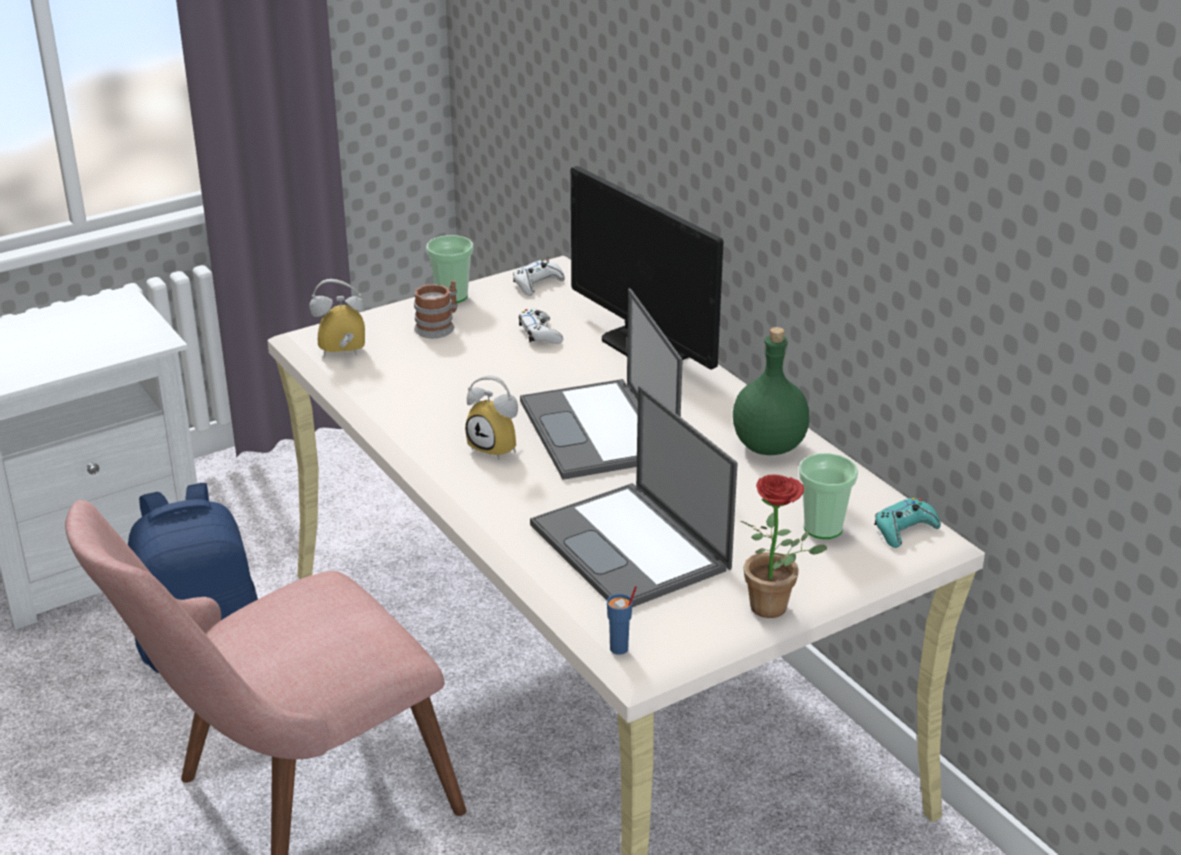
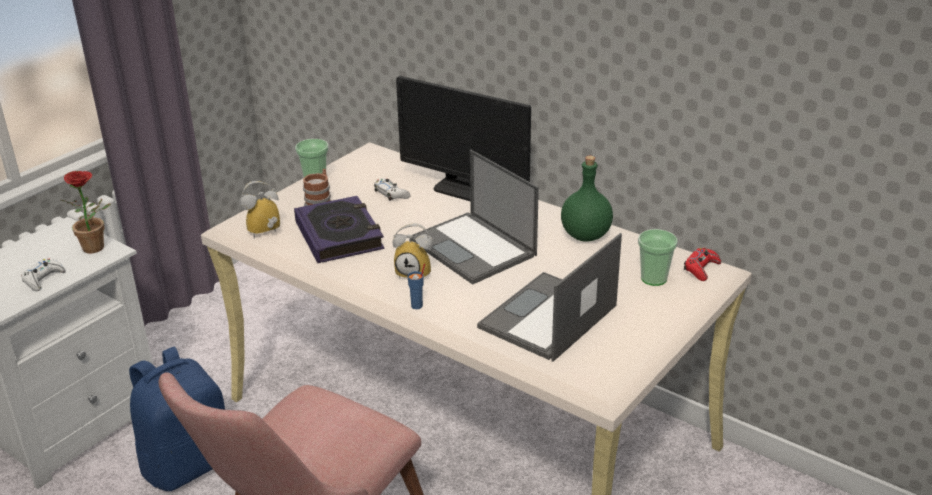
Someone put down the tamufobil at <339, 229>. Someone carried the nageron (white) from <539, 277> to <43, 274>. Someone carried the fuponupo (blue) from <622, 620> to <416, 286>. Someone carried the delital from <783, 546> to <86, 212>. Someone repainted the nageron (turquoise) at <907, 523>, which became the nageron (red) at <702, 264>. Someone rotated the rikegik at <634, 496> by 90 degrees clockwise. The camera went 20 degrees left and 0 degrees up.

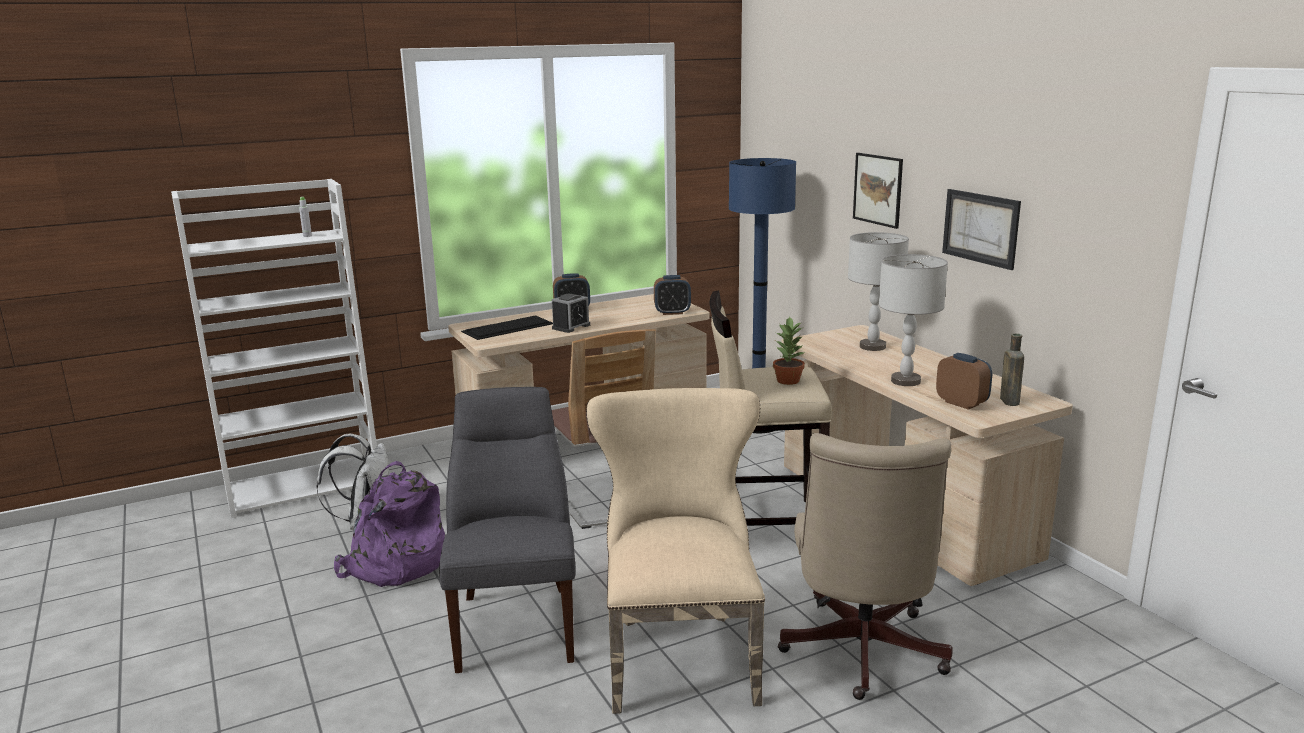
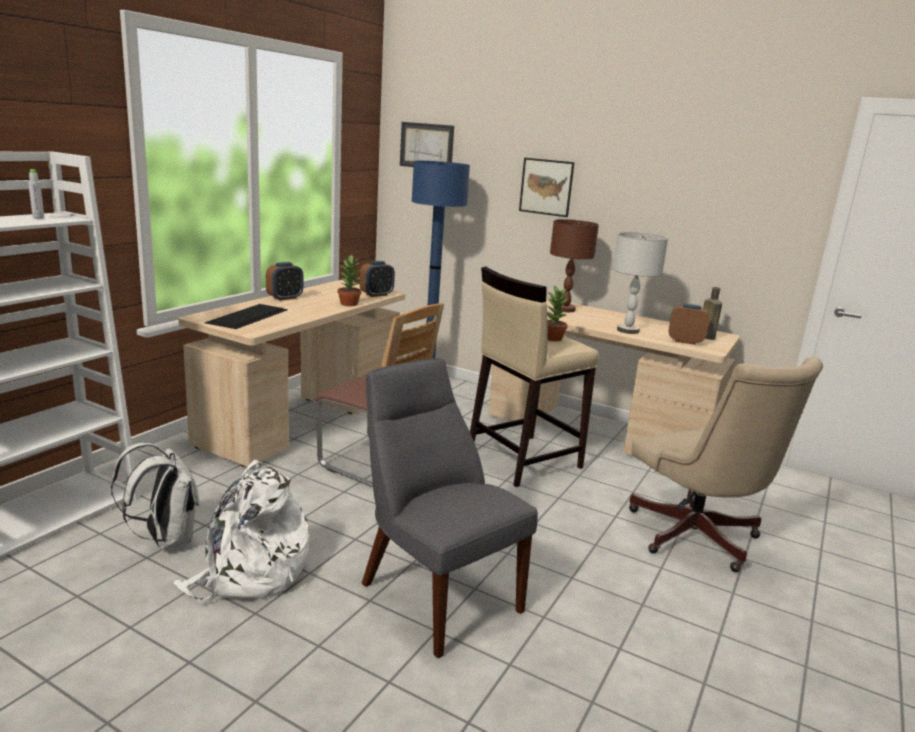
Someone took away the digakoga at <571, 313>. Someone took away the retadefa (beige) at <675, 551>. Someone put down the delital at <349, 280>. Someone carried the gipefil from <981, 229> to <427, 144>. Someone repainted the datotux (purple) at <389, 524>, which became the datotux (white) at <241, 532>. Someone repainted the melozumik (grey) at <878, 291>, which became the melozumik (brown) at <574, 265>. The camera went 35 degrees left and 0 degrees up.

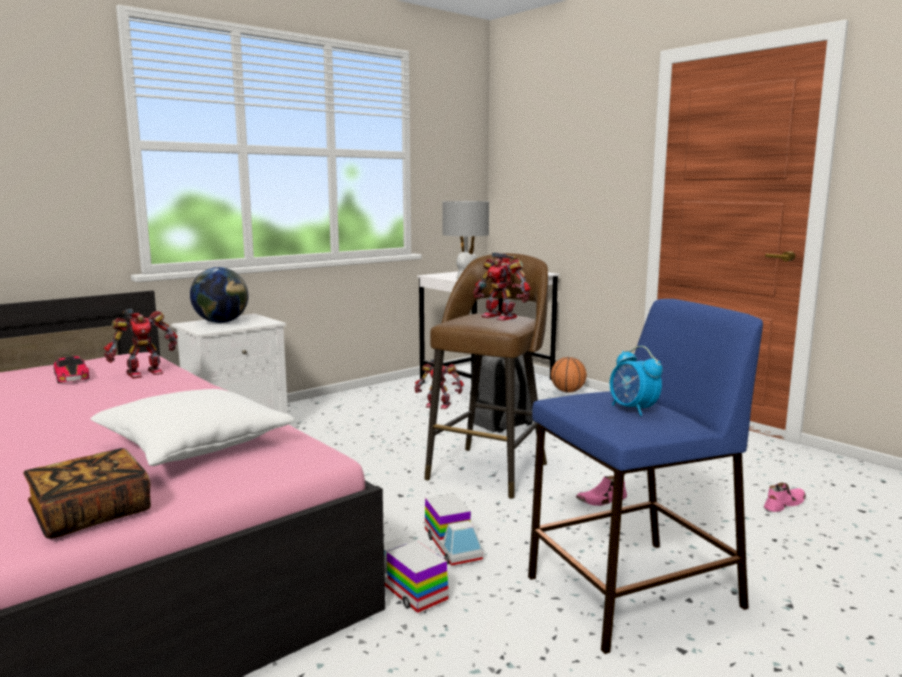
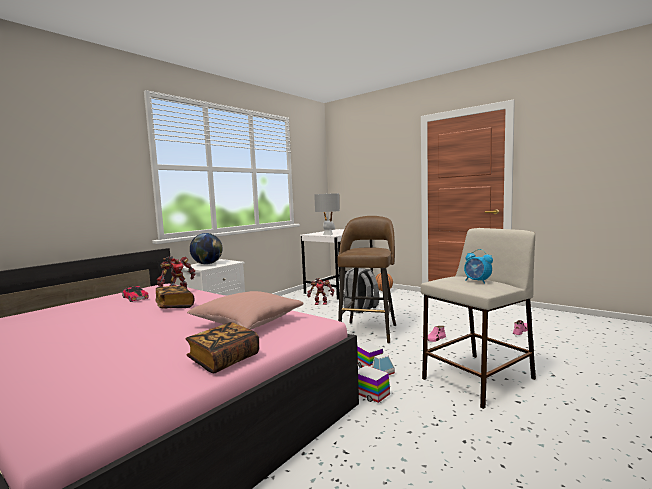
Someone took away the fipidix at <502, 286>. Someone put down the tamufobil at <174, 297>. Someone repainted the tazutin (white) at <192, 427>, which became the tazutin (pink) at <245, 310>. Someone repainted the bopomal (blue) at <645, 476>, which became the bopomal (beige) at <478, 318>. The camera went 10 degrees left and 5 degrees down.

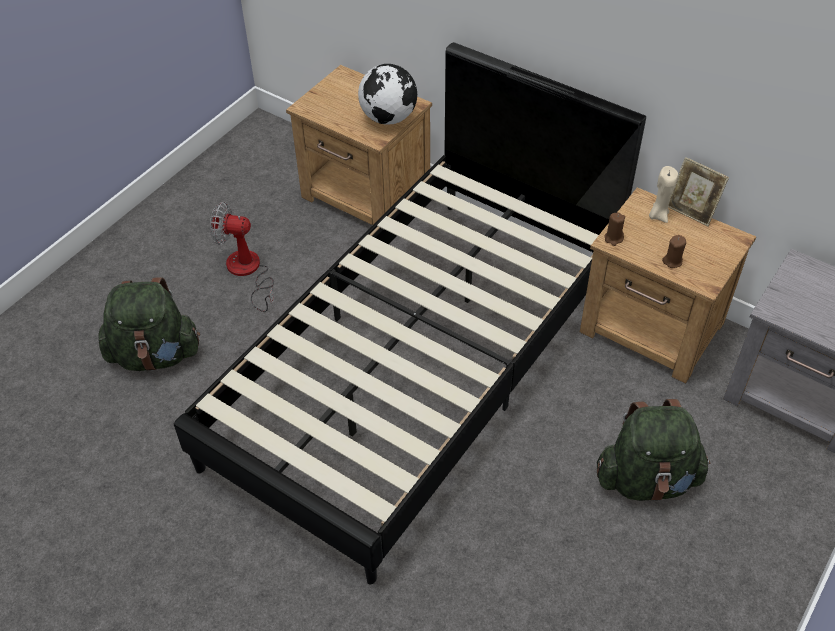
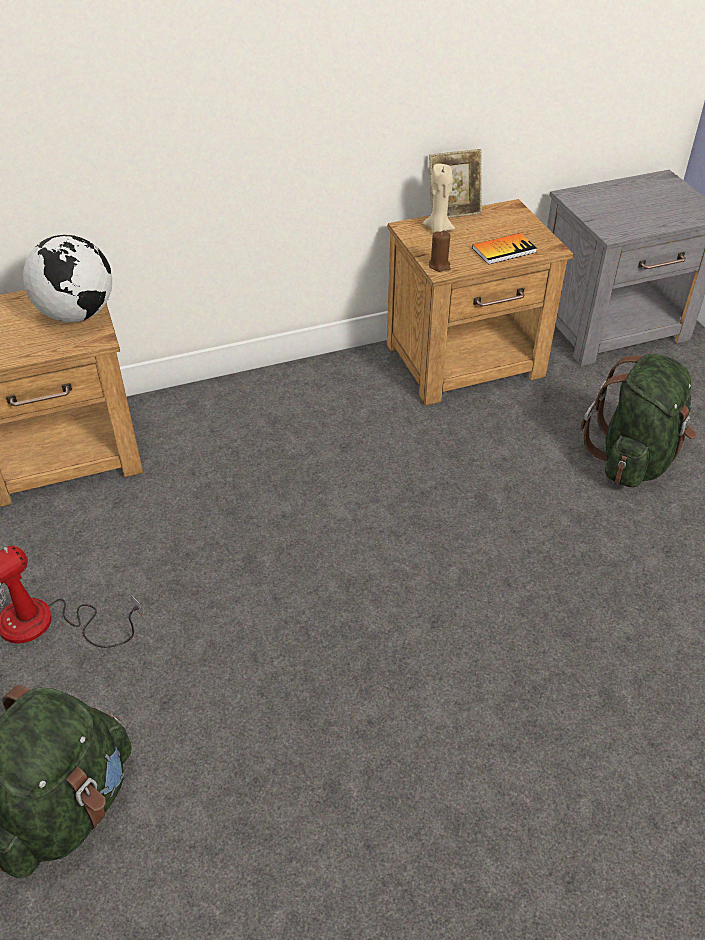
Someone took away the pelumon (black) at <410, 313>. Someone swapped the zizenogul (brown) at <674, 251> for the tamufobil at <504, 249>. The camera went 55 degrees left and 5 degrees down.

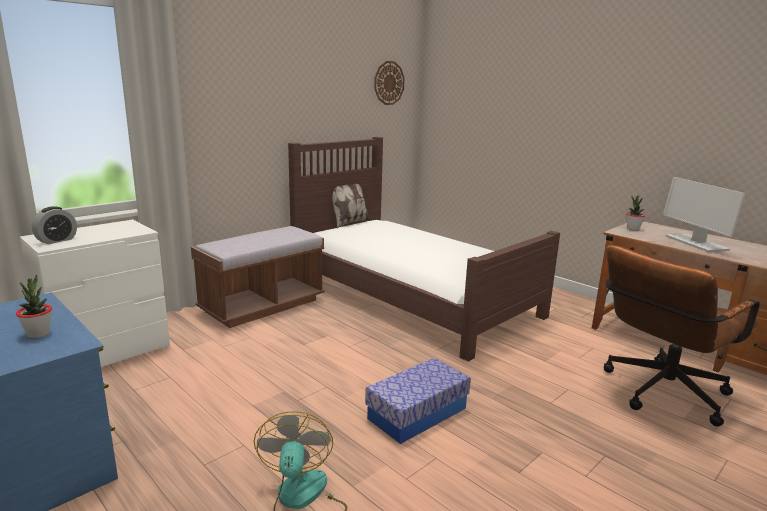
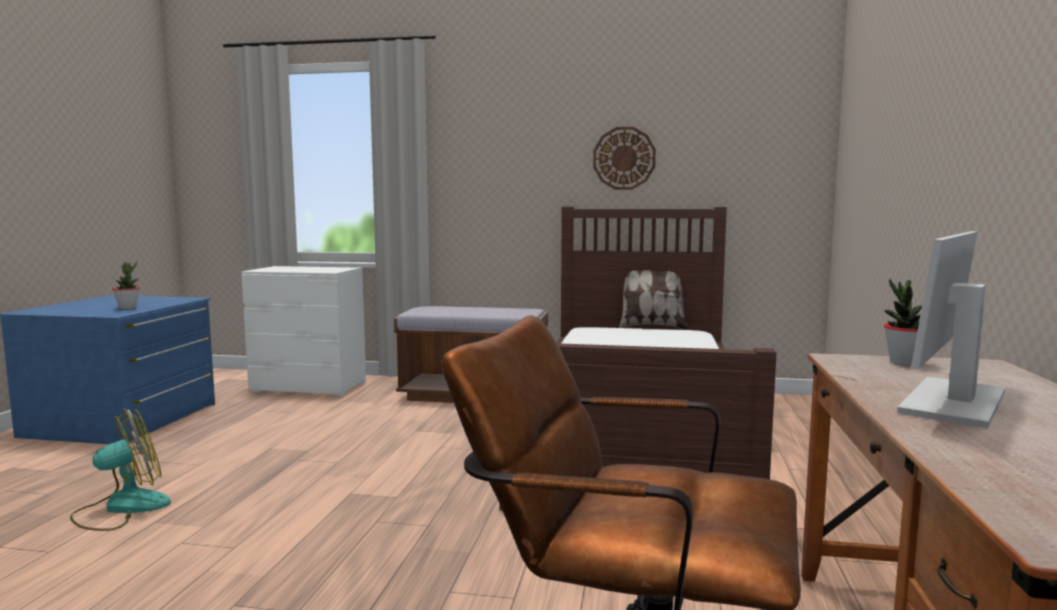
Someone took away the digakoga at <54, 225>. Someone took away the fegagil at <418, 401>. Someone carried the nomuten from <389, 83> to <624, 158>. The camera went 55 degrees right and 10 degrees down.

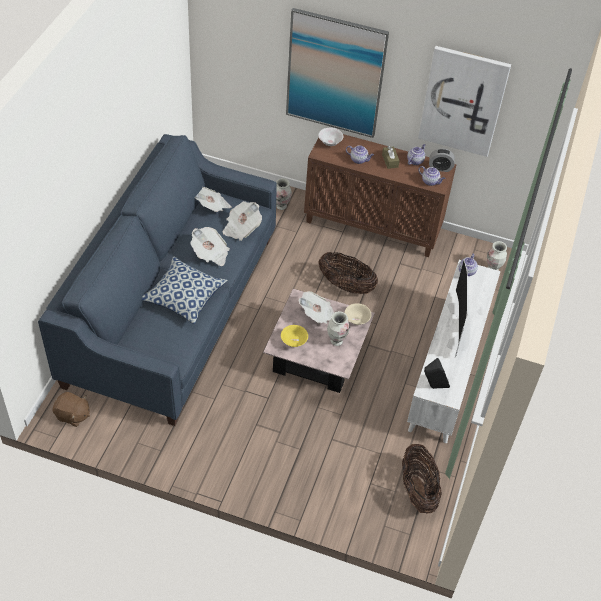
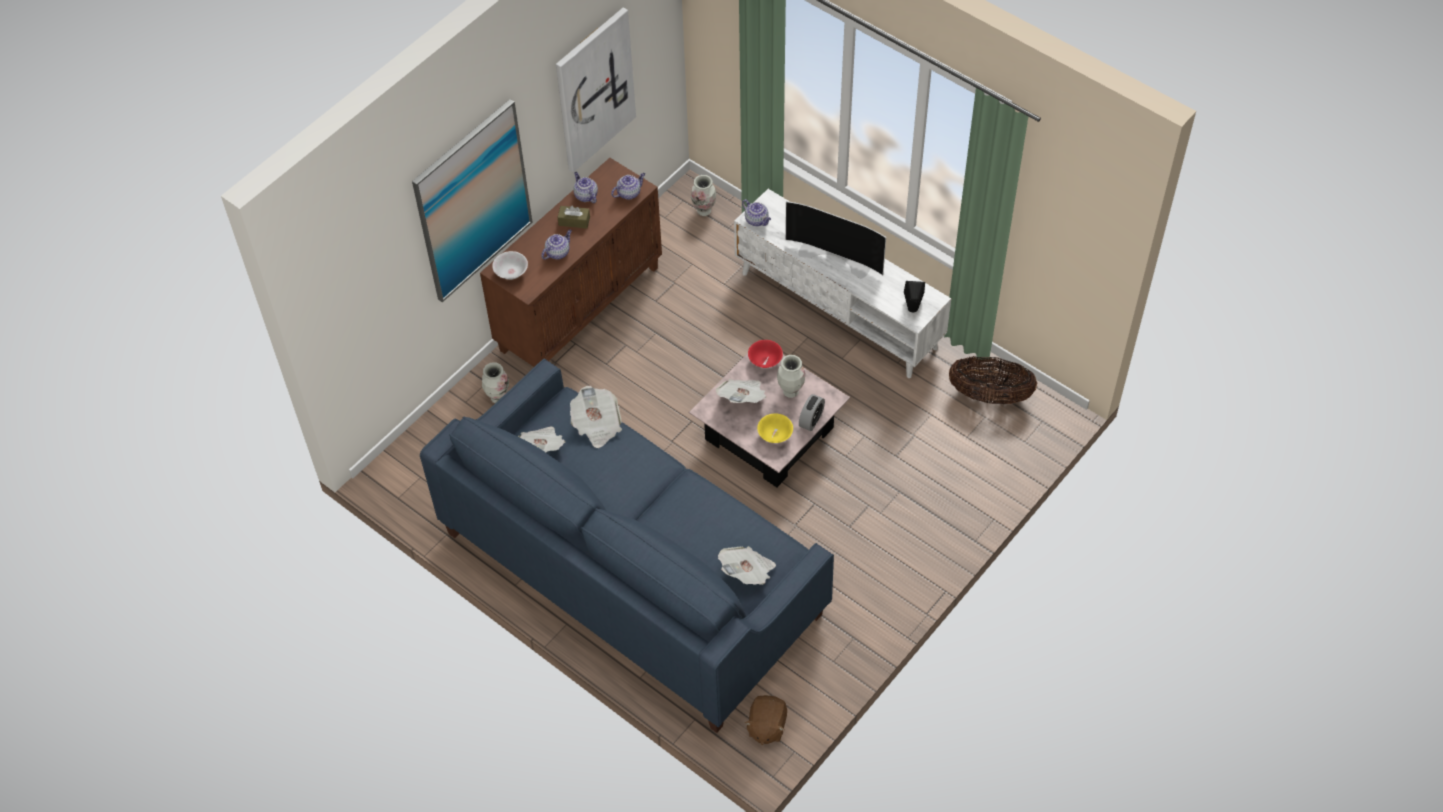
Someone took away the tazutin at <184, 290>. Someone took away the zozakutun at <348, 273>. Someone carried the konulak from <210, 246> to <747, 565>. Someone carried the digakoga from <442, 160> to <812, 412>. Someone repainted the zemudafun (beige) at <358, 314>, which became the zemudafun (red) at <765, 354>. Someone rotated the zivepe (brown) at <71, 409> by 150 degrees clockwise. The camera went 65 degrees left and 5 degrees up.

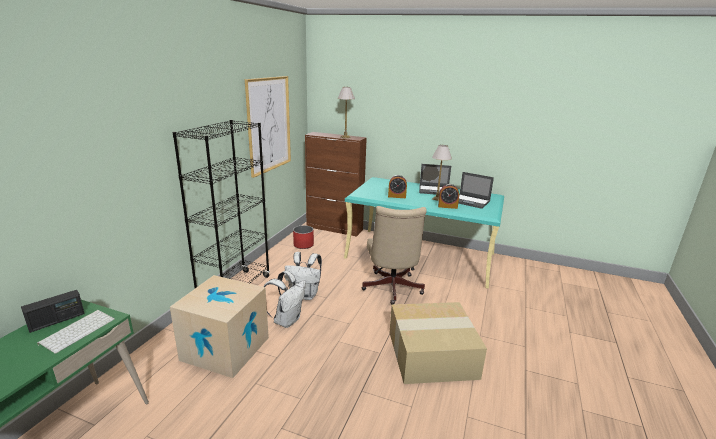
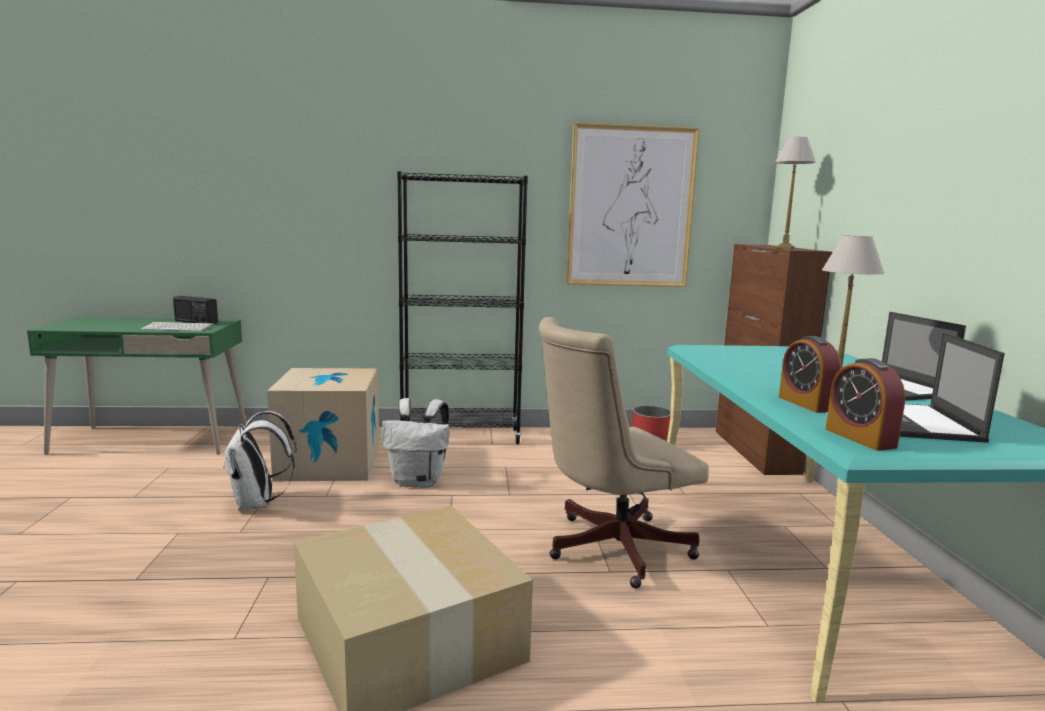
Someone carried the datotux (white) from <303, 276> to <261, 461>. Someone carried the digakoga from <397, 186> to <865, 404>. The camera went 65 degrees right and 10 degrees down.

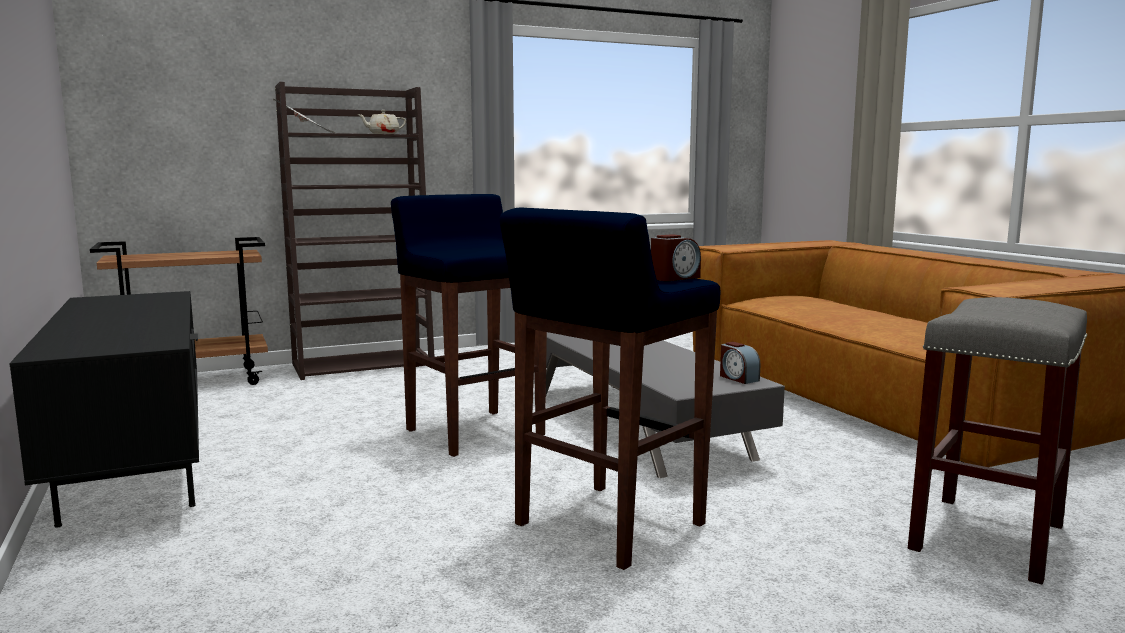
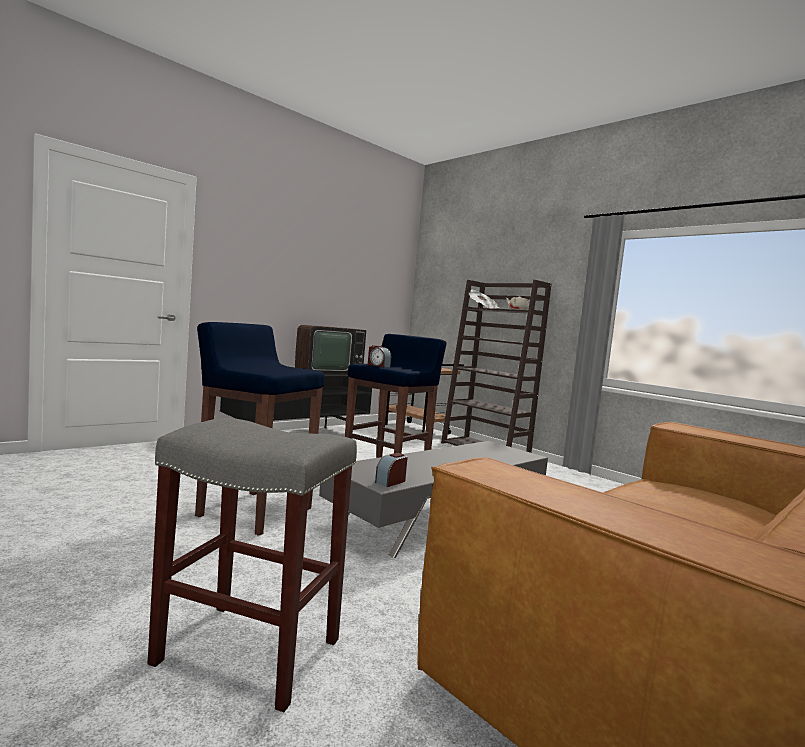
Someone put down the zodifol at <330, 349>. Someone carried the digakoga from <676, 257> to <379, 356>. The camera went 70 degrees right and 5 degrees down.

